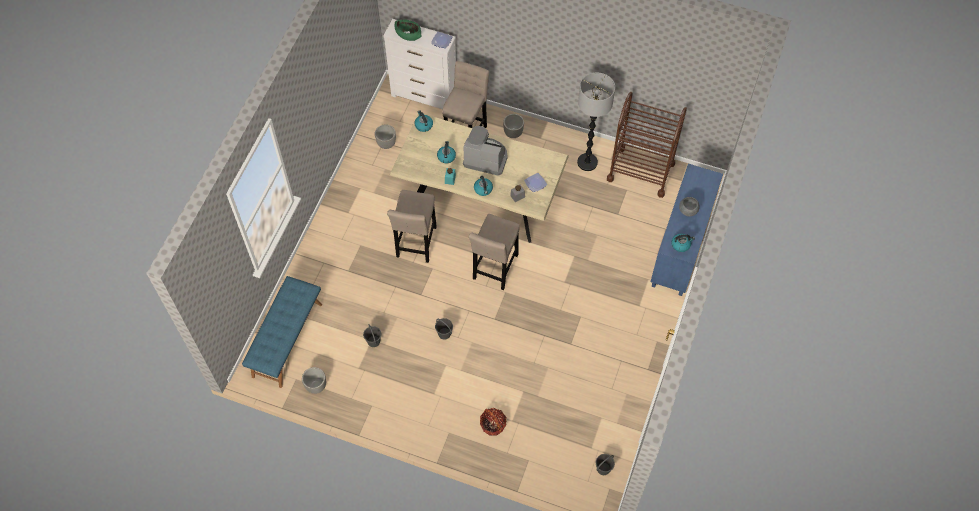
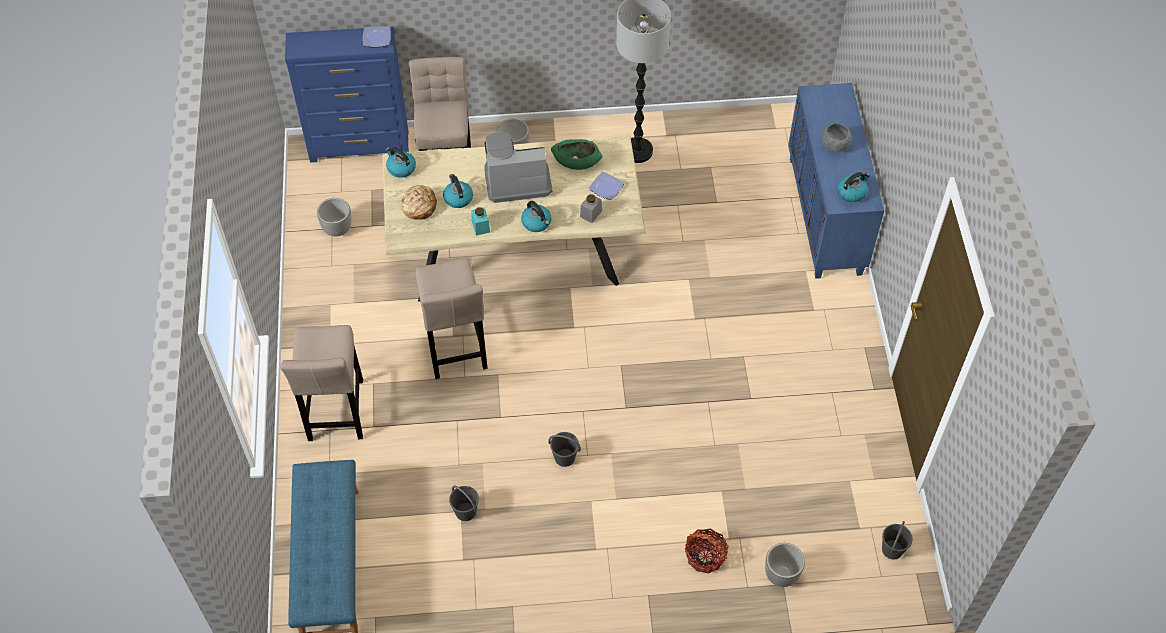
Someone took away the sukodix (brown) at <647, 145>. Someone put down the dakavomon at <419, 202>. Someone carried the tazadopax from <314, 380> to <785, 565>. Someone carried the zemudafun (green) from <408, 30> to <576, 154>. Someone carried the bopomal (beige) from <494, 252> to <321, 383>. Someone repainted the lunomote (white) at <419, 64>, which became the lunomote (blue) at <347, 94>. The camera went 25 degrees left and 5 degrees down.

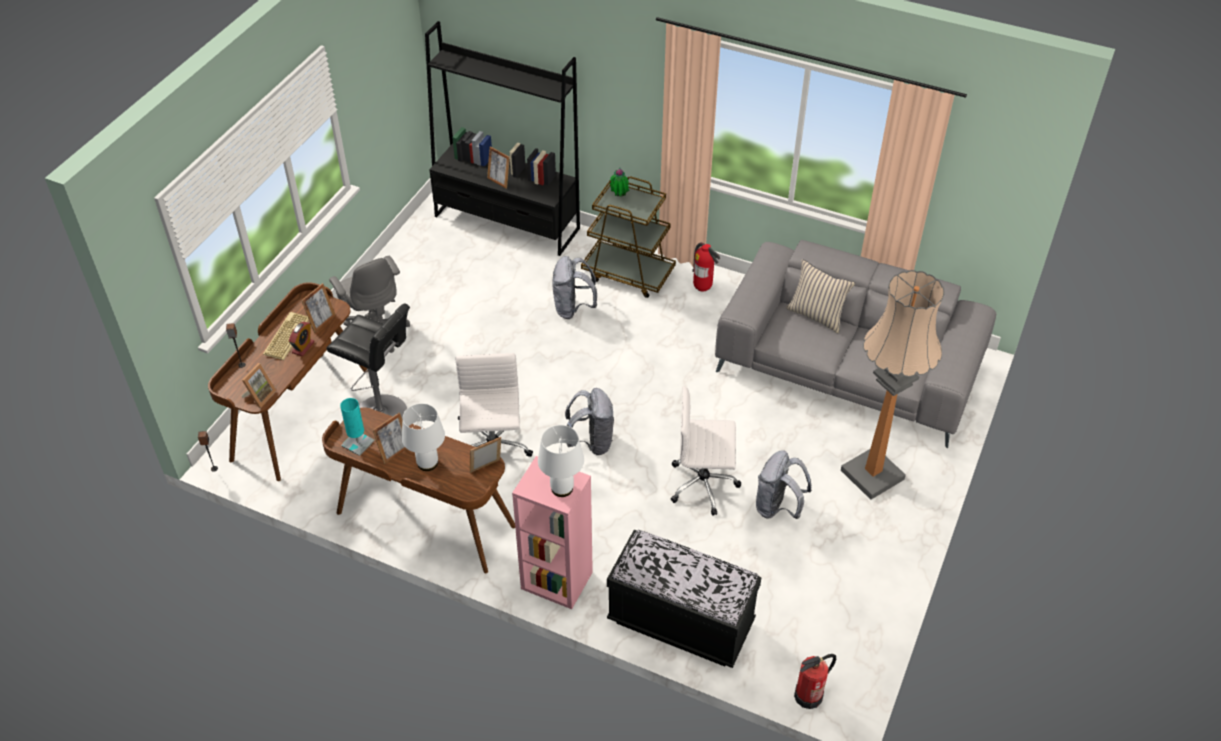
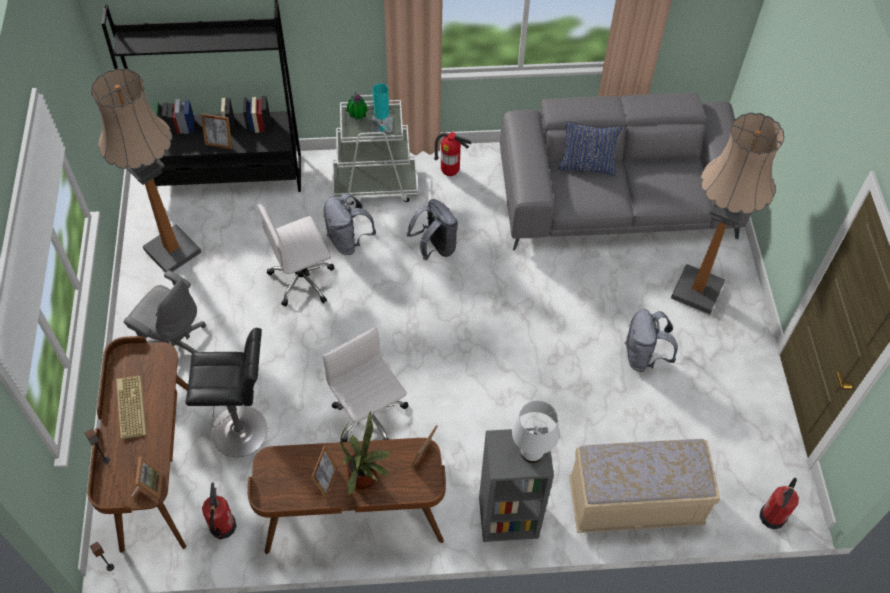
Someone took away the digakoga at <302, 339>. Someone took away the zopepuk at <318, 308>. Someone put down the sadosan at <146, 170>. Someone put down the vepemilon at <219, 511>. Someone carried the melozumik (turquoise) from <357, 427> to <382, 108>. Someone carried the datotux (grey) from <589, 421> to <432, 229>. Someone carried the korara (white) from <706, 451> to <295, 255>. Someone swapped the melozumik (white) at <423, 437> for the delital at <366, 453>. Someone repainted the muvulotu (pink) at <552, 532>, which became the muvulotu (grey) at <516, 484>. Someone repainted the sukodix (brown) at <628, 237>, which became the sukodix (white) at <375, 150>. Someone repainted the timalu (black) at <684, 599>, which became the timalu (beige) at <644, 486>. Someone repainted the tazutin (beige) at <820, 296>, which became the tazutin (blue) at <590, 148>. The camera went 30 degrees left and 10 degrees up.

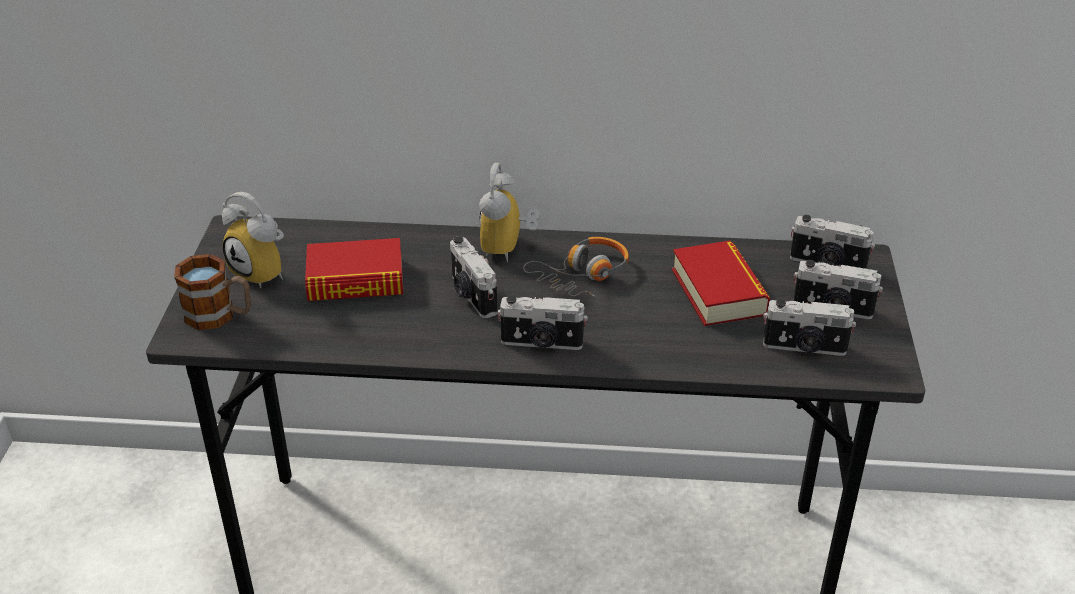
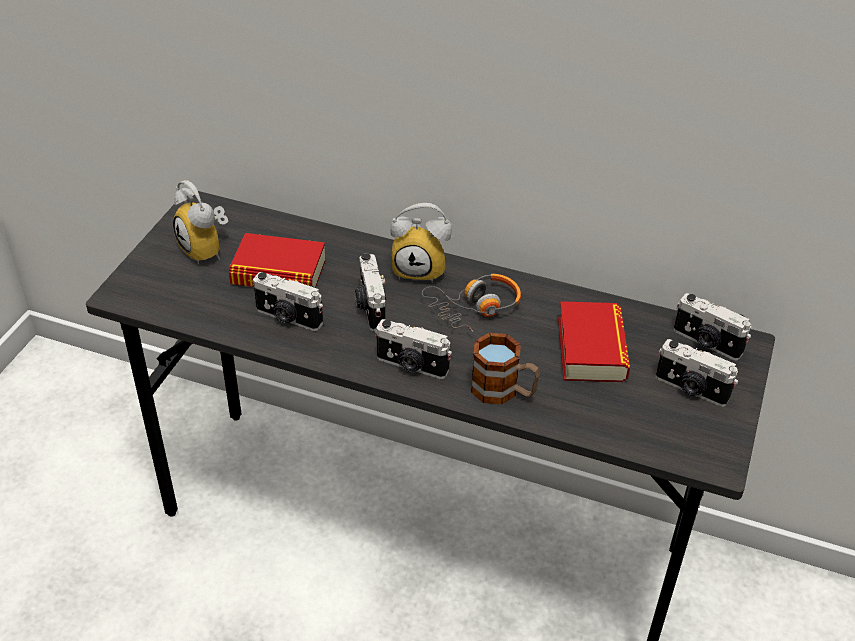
Someone carried the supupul from <212, 292> to <505, 369>. Someone carried the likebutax from <809, 327> to <288, 301>. Someone rotated the digakoga at <509, 212> by 105 degrees counterclockwise. The camera went 15 degrees right and 5 degrees up.

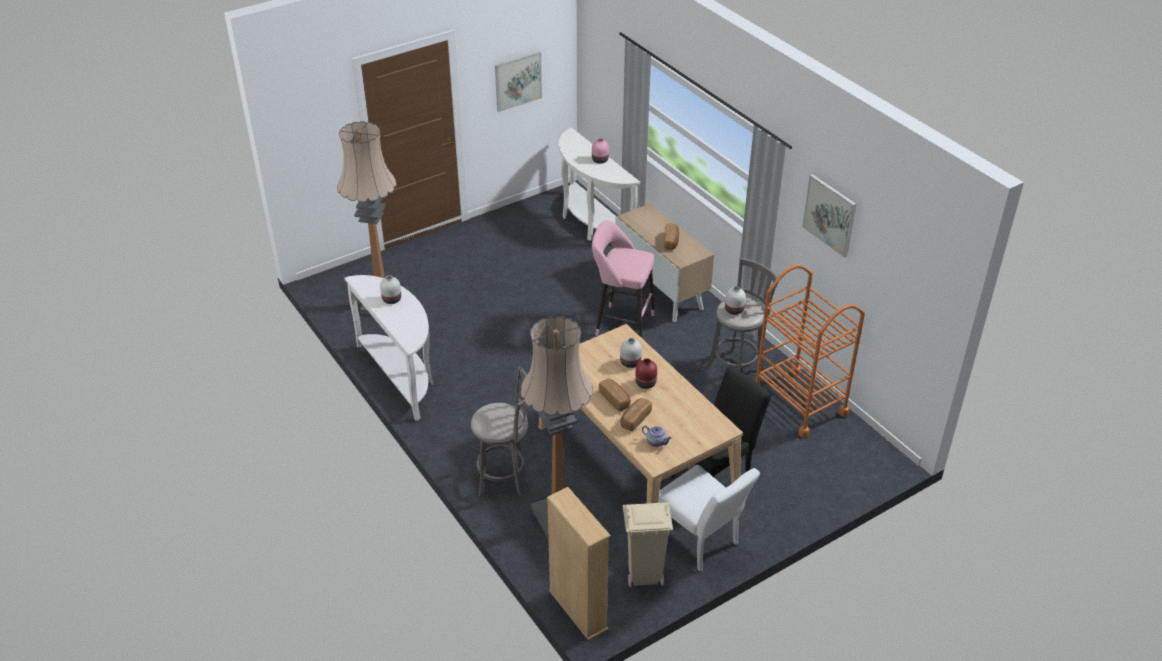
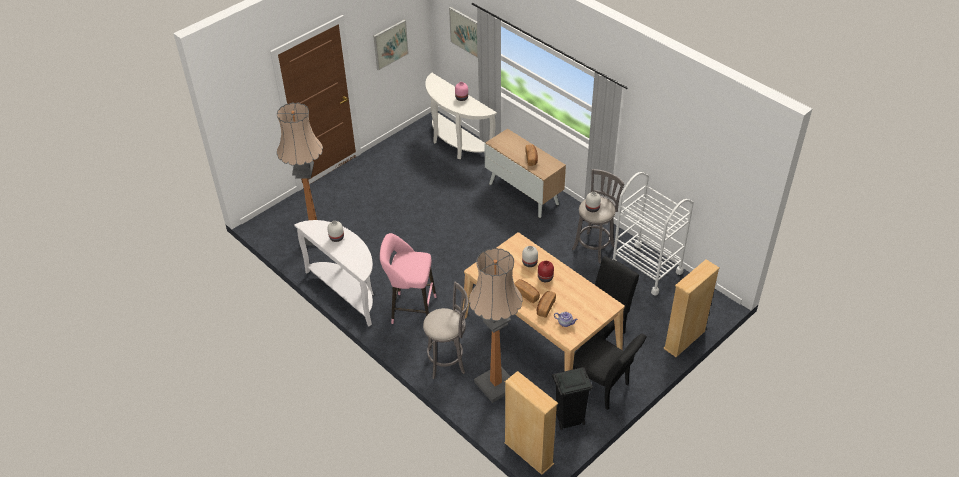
Someone put down the muvulotu (beige) at <691, 308>. Someone carried the bopomal (pink) from <623, 279> to <408, 278>. Someone carried the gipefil from <829, 216> to <463, 32>. Someone repainted the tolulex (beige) at <648, 544>, which became the tolulex (black) at <572, 398>. Someone repainted the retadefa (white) at <709, 518>, which became the retadefa (black) at <610, 371>. Someone repainted the sukodix (orange) at <810, 351>, which became the sukodix (white) at <653, 234>. The camera went 10 degrees left and 5 degrees up.

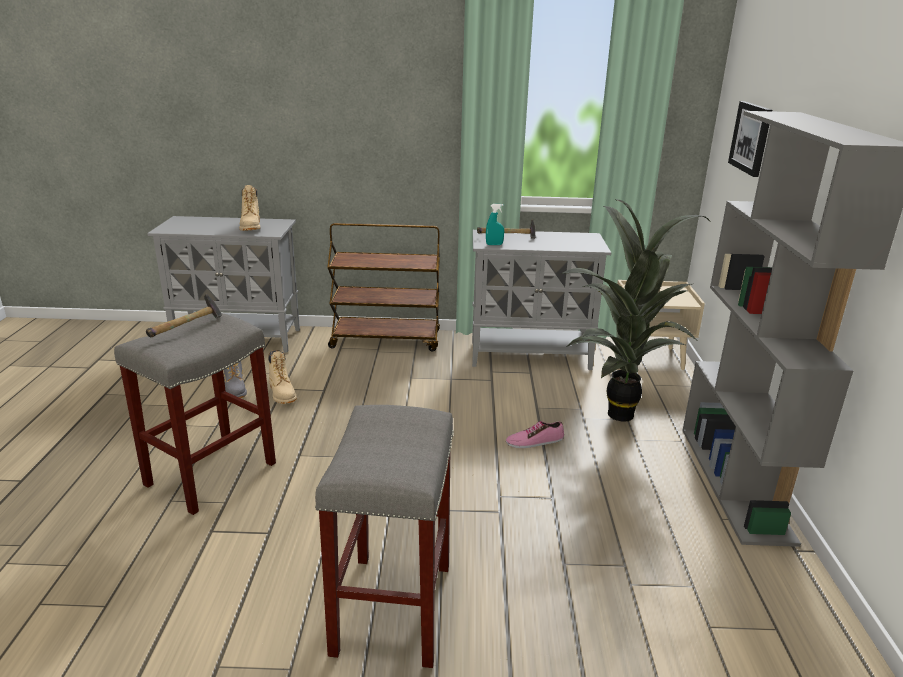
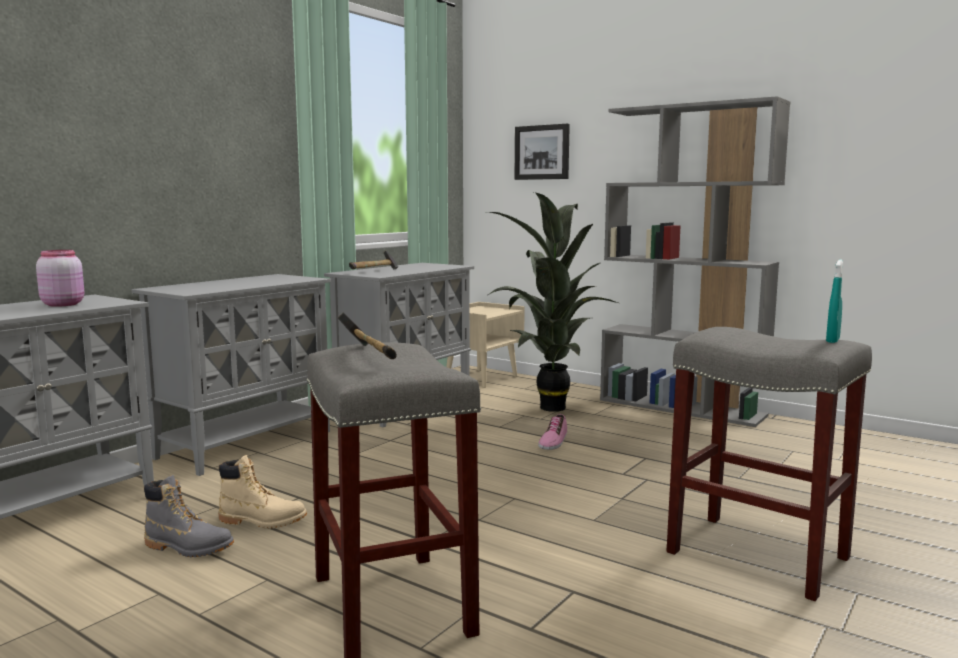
Someone carried the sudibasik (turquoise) from <495, 224> to <834, 301>. Someone swapped the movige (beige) at <250, 208> for the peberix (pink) at <60, 278>. Someone swapped the sukodix (brown) at <383, 287> for the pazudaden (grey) at <231, 375>. The camera went 55 degrees left and 15 degrees down.

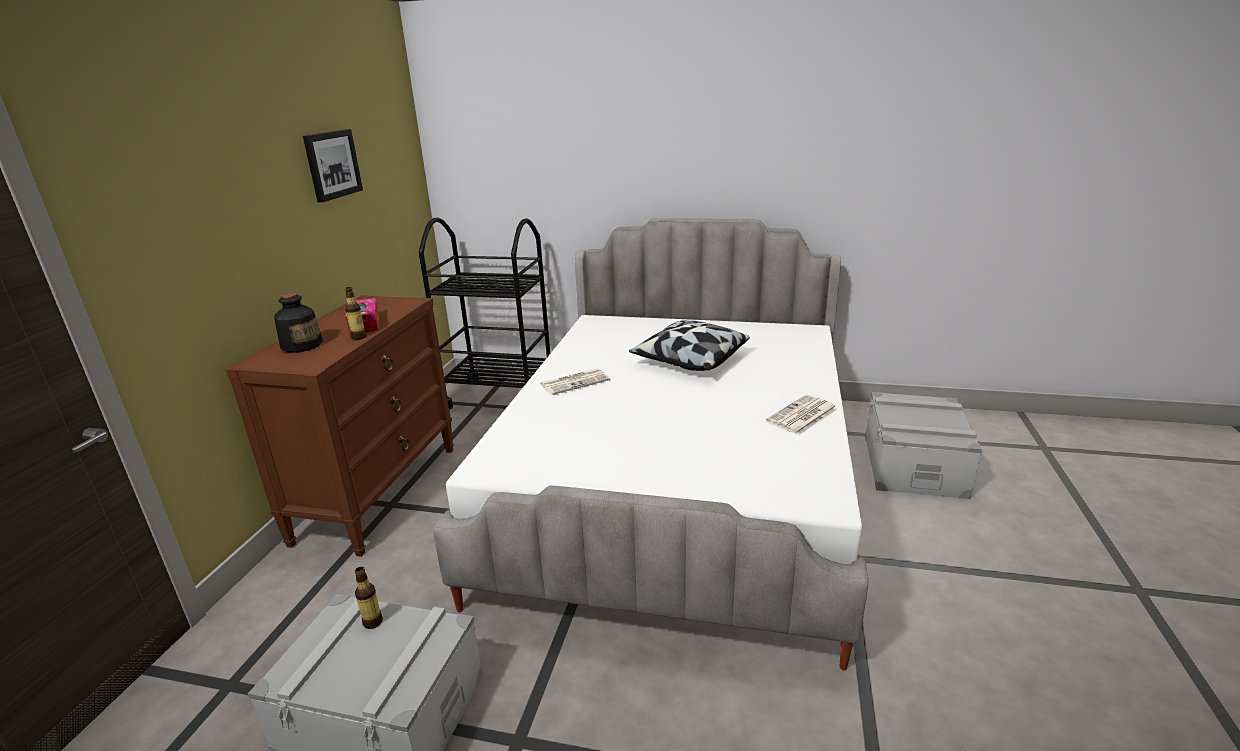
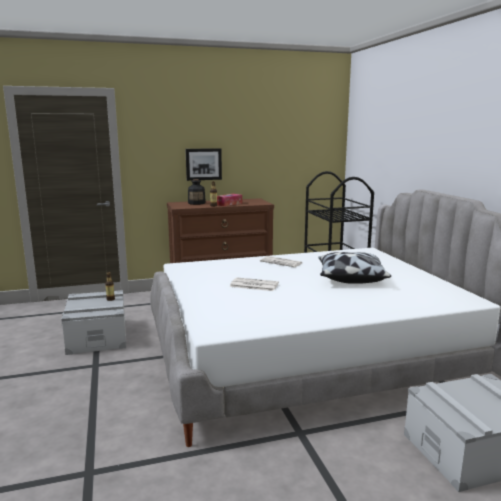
Someone carried the gipefil from <333, 166> to <204, 164>. Someone carried the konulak from <801, 415> to <254, 284>. The camera went 60 degrees right and 10 degrees down.

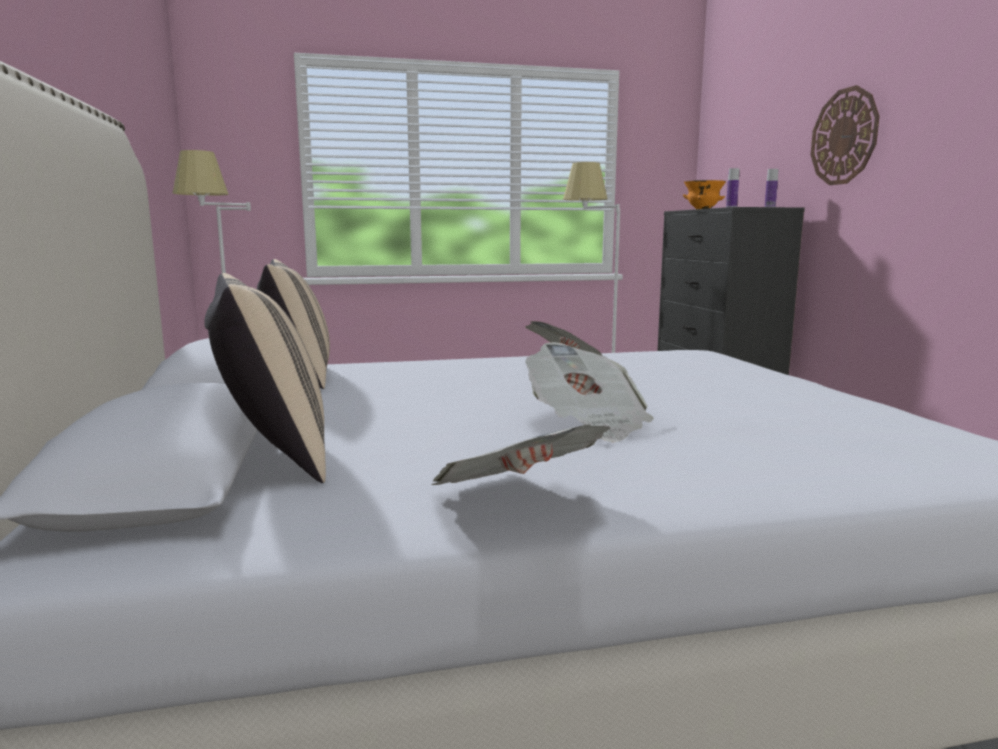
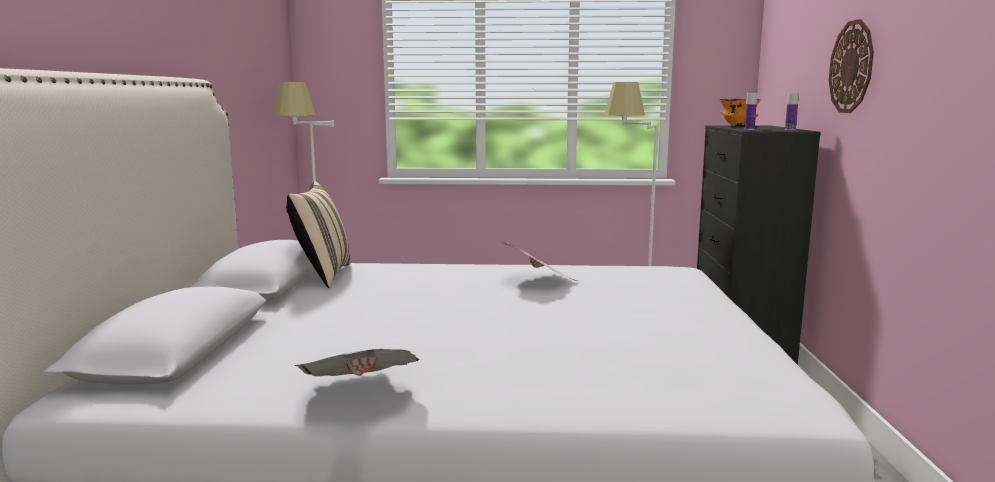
Someone took away the tazutin (beige) at <265, 378>. Someone took away the konulak at <589, 392>. The camera went 15 degrees right and 0 degrees up.

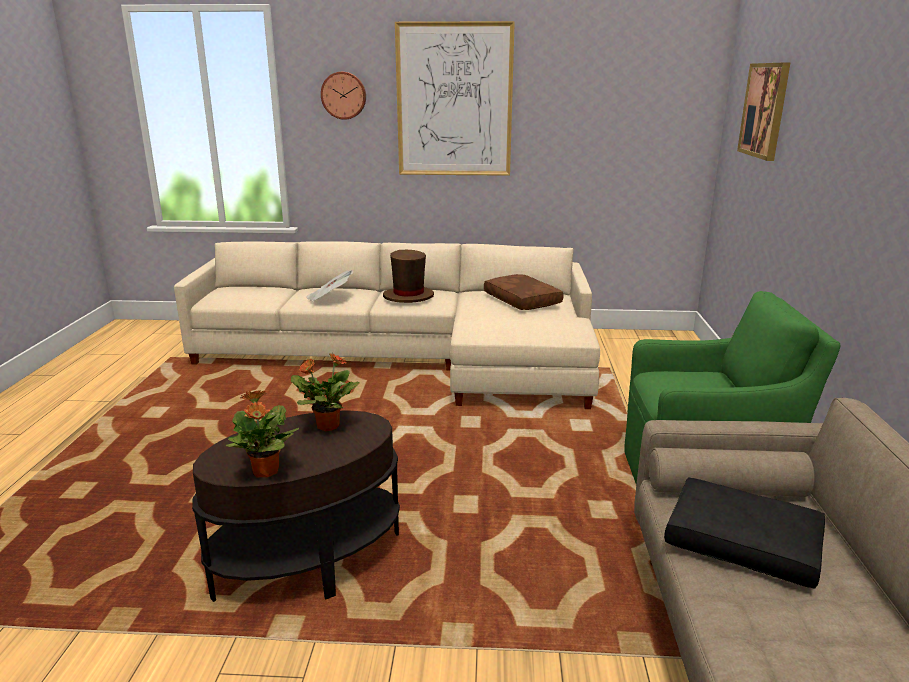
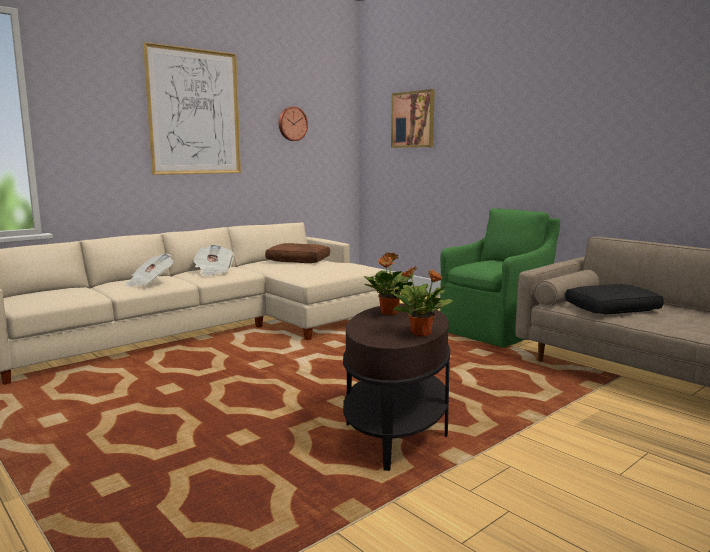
Someone carried the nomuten from <343, 96> to <293, 124>. Someone swapped the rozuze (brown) at <408, 276> for the konulak at <214, 260>. The camera went 45 degrees left and 10 degrees down.

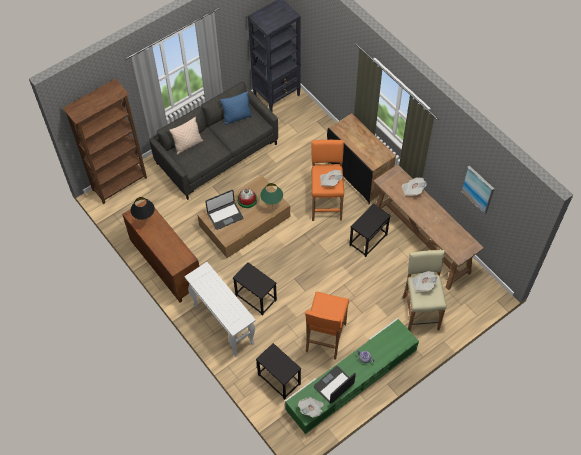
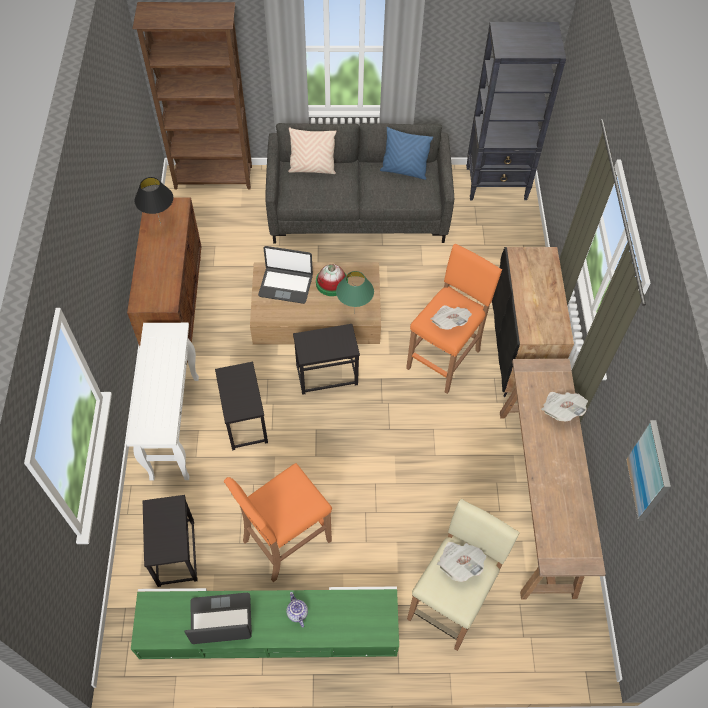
Someone took away the konulak at <311, 407>. Someone carried the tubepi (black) from <370, 230> to <326, 359>. The camera went 35 degrees right and 0 degrees up.

